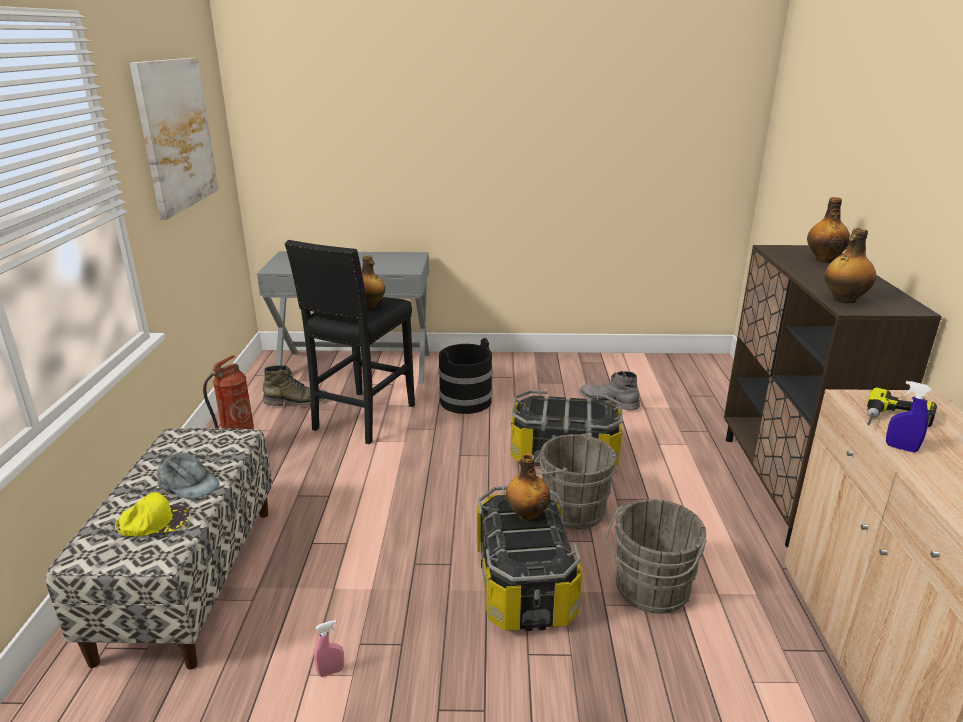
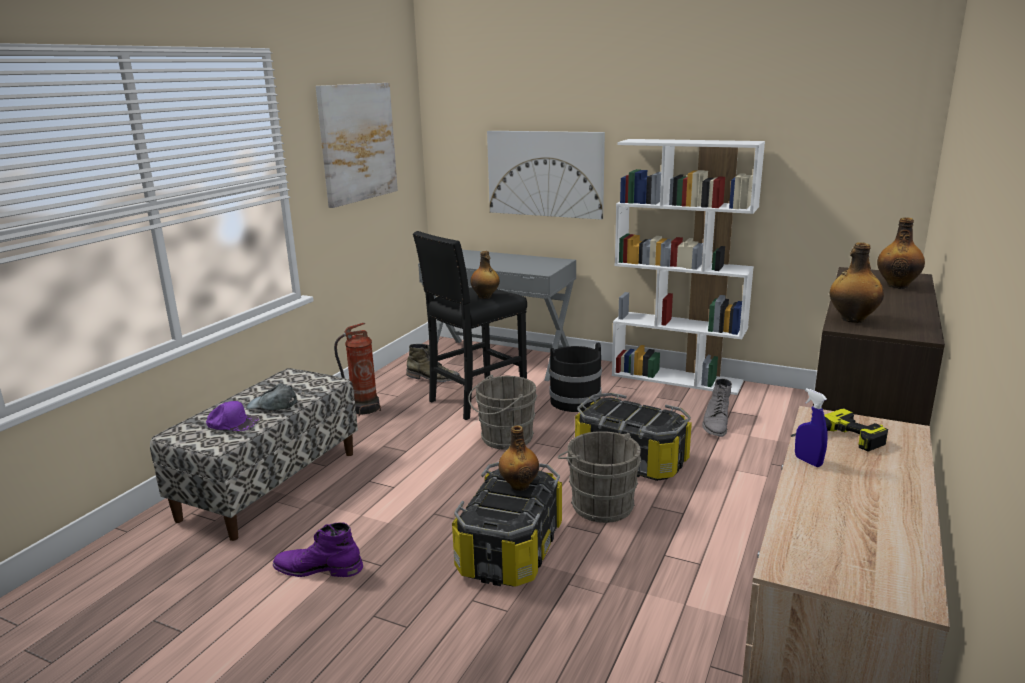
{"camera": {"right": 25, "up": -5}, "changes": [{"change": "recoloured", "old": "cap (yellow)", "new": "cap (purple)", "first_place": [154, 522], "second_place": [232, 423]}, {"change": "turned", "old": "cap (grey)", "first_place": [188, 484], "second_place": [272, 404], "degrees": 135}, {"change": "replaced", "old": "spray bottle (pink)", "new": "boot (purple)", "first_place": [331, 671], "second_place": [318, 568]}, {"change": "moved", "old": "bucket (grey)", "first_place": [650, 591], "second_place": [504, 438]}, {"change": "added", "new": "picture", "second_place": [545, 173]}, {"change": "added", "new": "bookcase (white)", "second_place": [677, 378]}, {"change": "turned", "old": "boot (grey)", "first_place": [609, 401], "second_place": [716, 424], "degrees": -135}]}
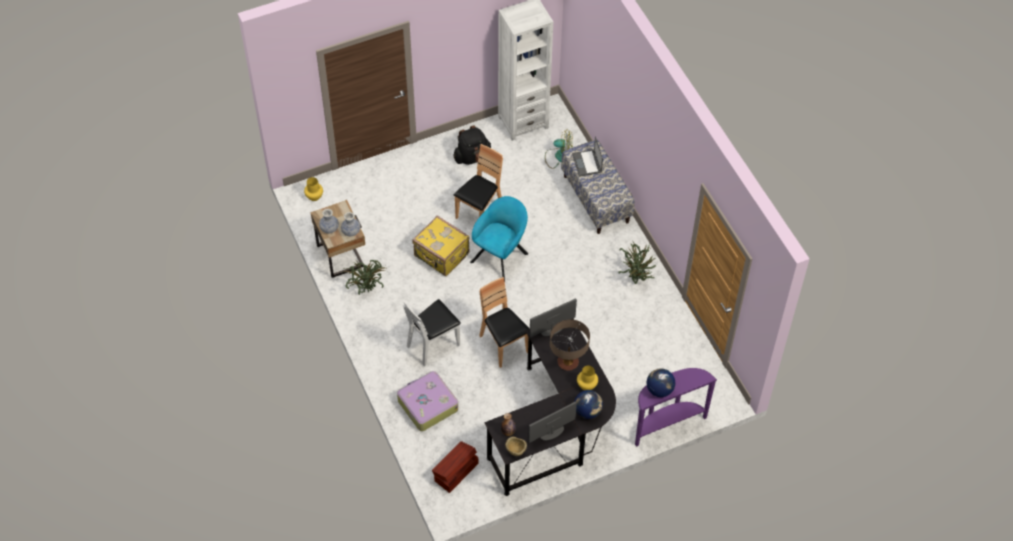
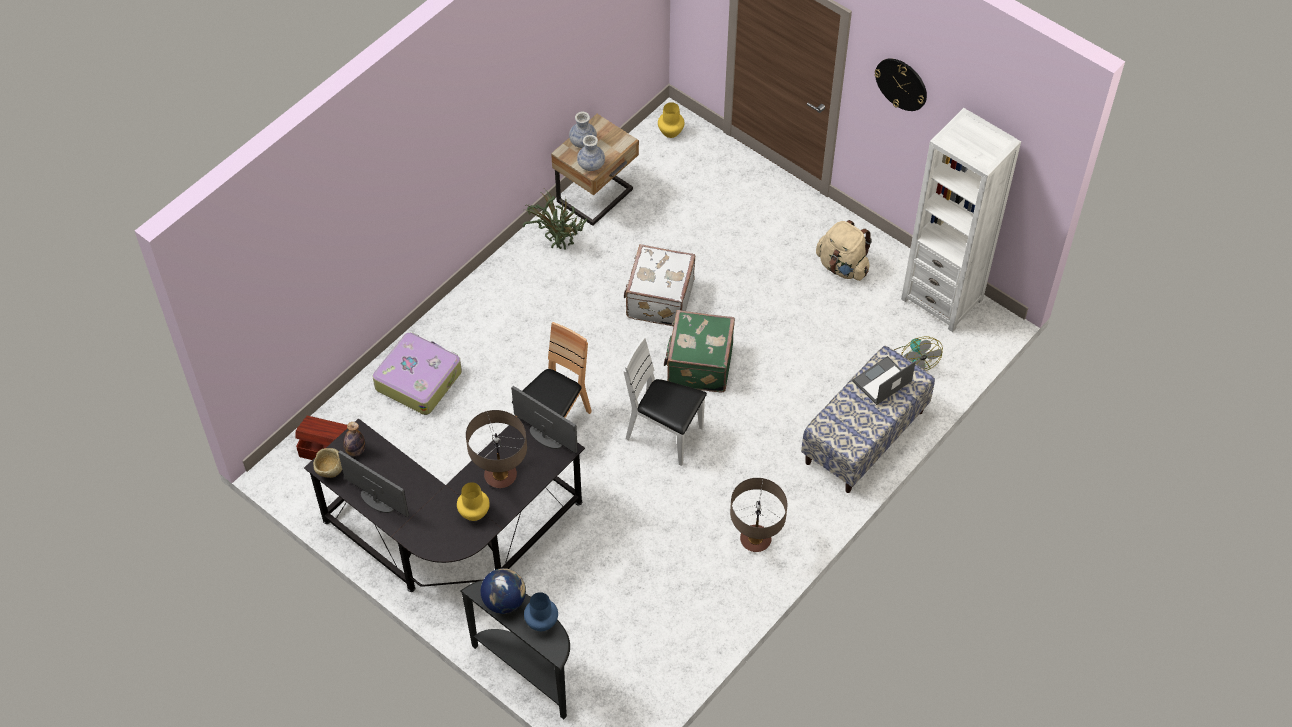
{"camera": {"right": 65, "up": 0}, "changes": [{"change": "recoloured", "old": "console table (purple)", "new": "console table (black)", "first_place": [666, 423], "second_place": [528, 670]}, {"change": "added", "new": "vase (blue)", "second_place": [542, 622]}, {"change": "moved", "old": "chair (white)", "first_place": [433, 344], "second_place": [664, 435]}, {"change": "recoloured", "old": "suitcase (yellow)", "new": "suitcase (white)", "first_place": [441, 256], "second_place": [658, 299]}, {"change": "replaced", "old": "armchair (turquoise)", "new": "suitcase (green)", "first_place": [501, 255], "second_place": [698, 365]}, {"change": "replaced", "old": "potted plant", "new": "table lamp", "first_place": [636, 278], "second_place": [755, 540]}, {"change": "recoloured", "old": "backpack (black)", "new": "backpack (beige)", "first_place": [472, 157], "second_place": [842, 266]}, {"change": "added", "new": "wall clock", "second_place": [901, 84]}, {"change": "removed", "old": "chair (brown)", "first_place": [479, 212]}, {"change": "removed", "old": "globe", "first_place": [587, 411]}]}
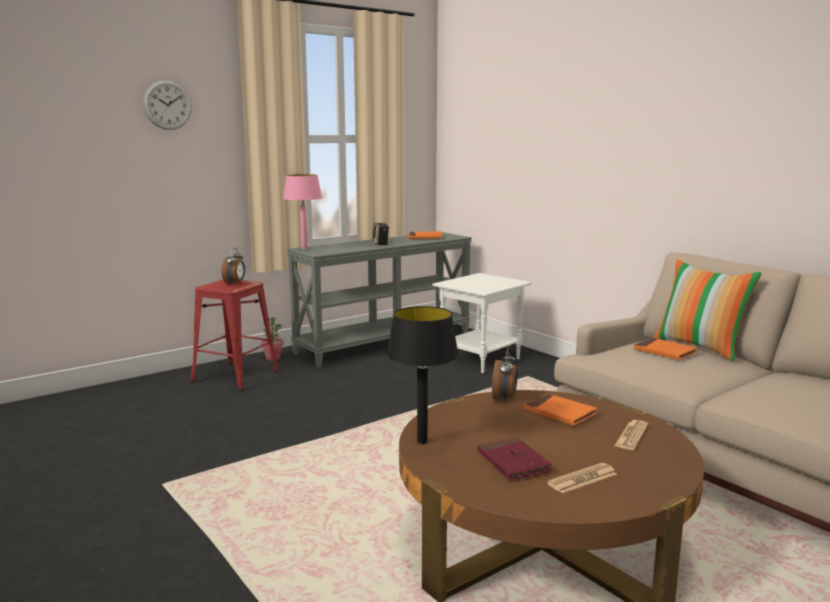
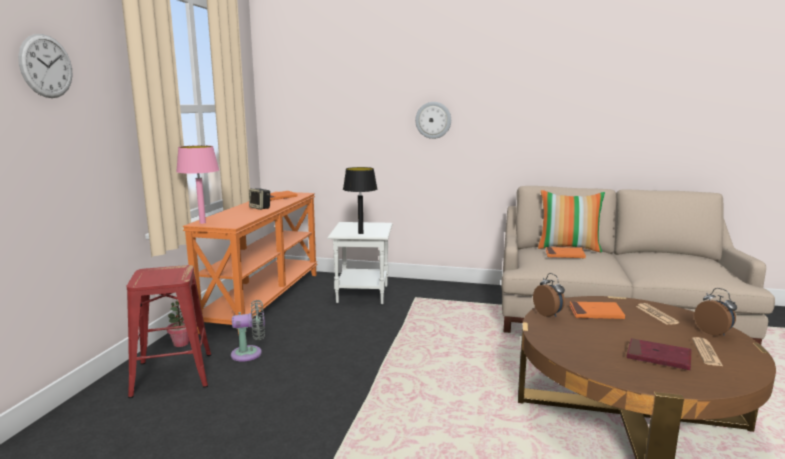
{"camera": {"right": -40, "up": 0}, "changes": [{"change": "recoloured", "old": "console table (grey)", "new": "console table (orange)", "first_place": [384, 342], "second_place": [263, 300]}, {"change": "added", "new": "fan (grey)", "second_place": [250, 353]}, {"change": "moved", "old": "table lamp (black)", "first_place": [422, 441], "second_place": [361, 233]}, {"change": "added", "new": "wall clock", "second_place": [433, 120]}, {"change": "moved", "old": "alarm clock", "first_place": [235, 283], "second_place": [714, 332]}]}
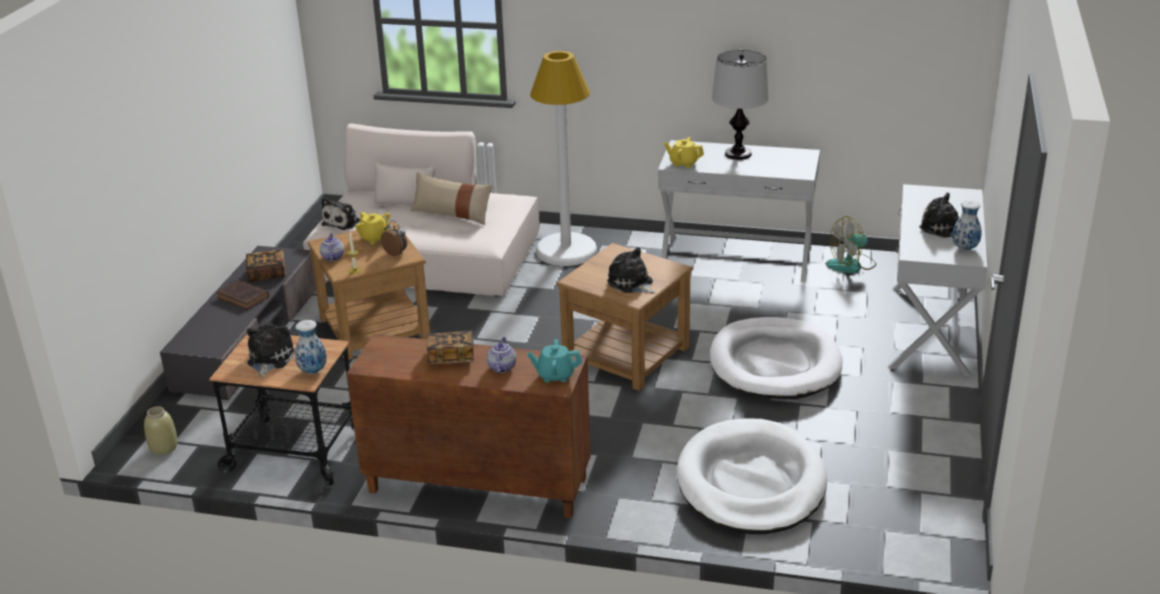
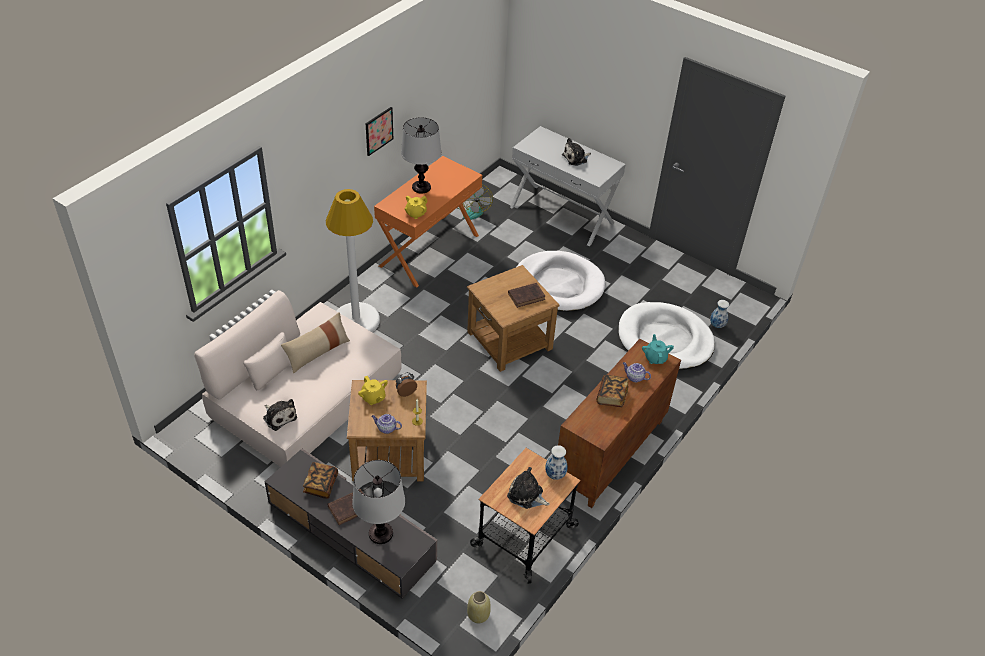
{"camera": {"right": -70, "up": 15}, "changes": [{"change": "added", "new": "table lamp", "second_place": [381, 533]}, {"change": "turned", "old": "teapot (yellow)", "first_place": [374, 238], "second_place": [373, 398], "degrees": 75}, {"change": "added", "new": "picture", "second_place": [379, 131]}, {"change": "recoloured", "old": "console table (white)", "new": "console table (orange)", "first_place": [736, 258], "second_place": [429, 250]}, {"change": "replaced", "old": "plush toy", "new": "book (brown)", "first_place": [631, 284], "second_place": [527, 296]}, {"change": "turned", "old": "teapot (turquoise)", "first_place": [555, 375], "second_place": [655, 358], "degrees": 150}, {"change": "moved", "old": "vase", "first_place": [965, 248], "second_place": [717, 325]}]}
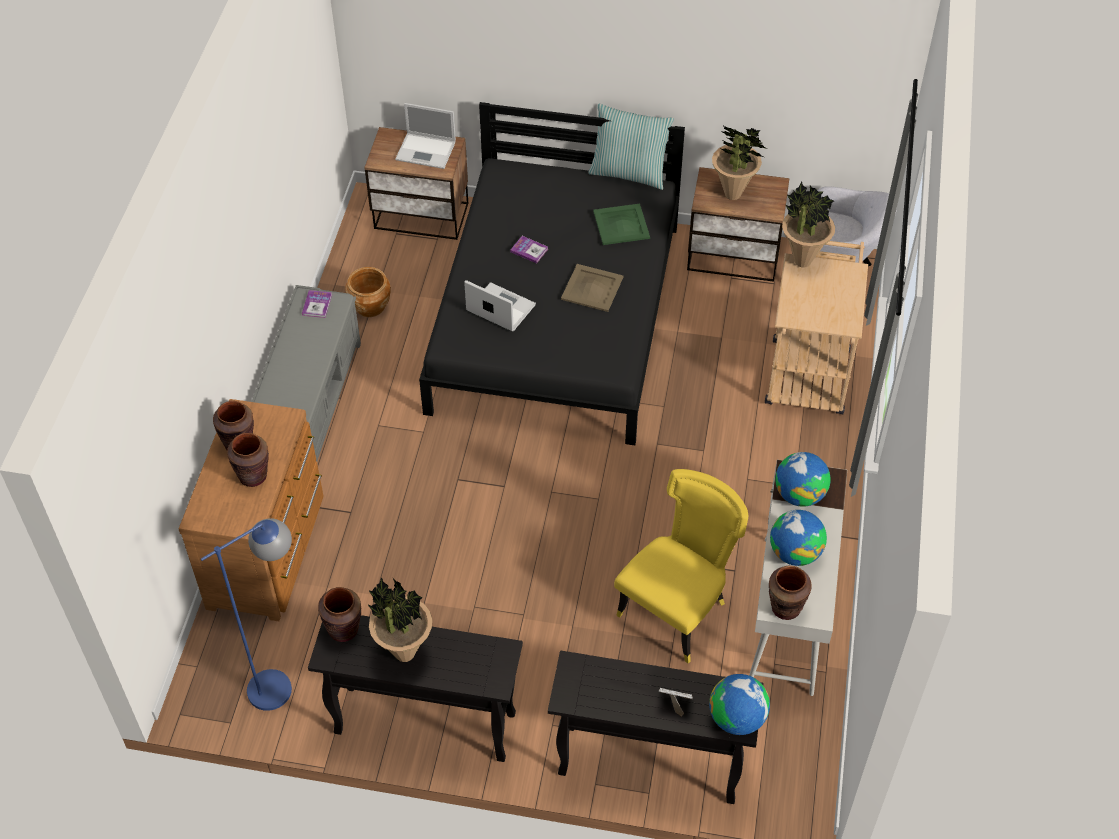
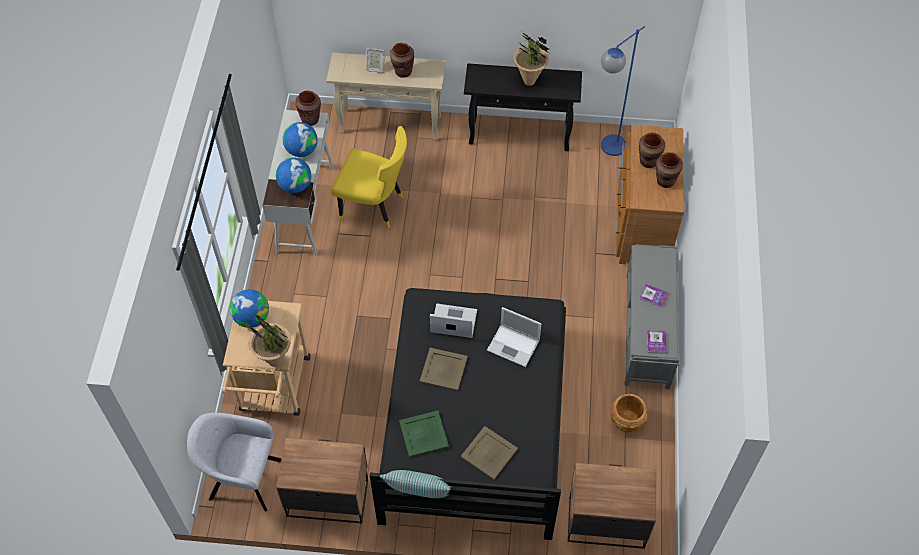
{"camera": {"right": 175, "up": 5}, "changes": [{"change": "moved", "old": "globe", "first_place": [737, 718], "second_place": [252, 318]}, {"change": "recoloured", "old": "console table (black)", "new": "console table (beige)", "first_place": [648, 764], "second_place": [391, 124]}, {"change": "turned", "old": "chair (yellow)", "first_place": [677, 610], "second_place": [375, 206], "degrees": -105}, {"change": "moved", "old": "vase (brown)", "first_place": [344, 630], "second_place": [403, 71]}, {"change": "moved", "old": "laptop", "first_place": [427, 151], "second_place": [452, 321]}, {"change": "added", "new": "tray (beige)", "second_place": [489, 452]}, {"change": "moved", "old": "book", "first_place": [529, 250], "second_place": [653, 296]}, {"change": "removed", "old": "potted plant", "first_place": [733, 194]}]}
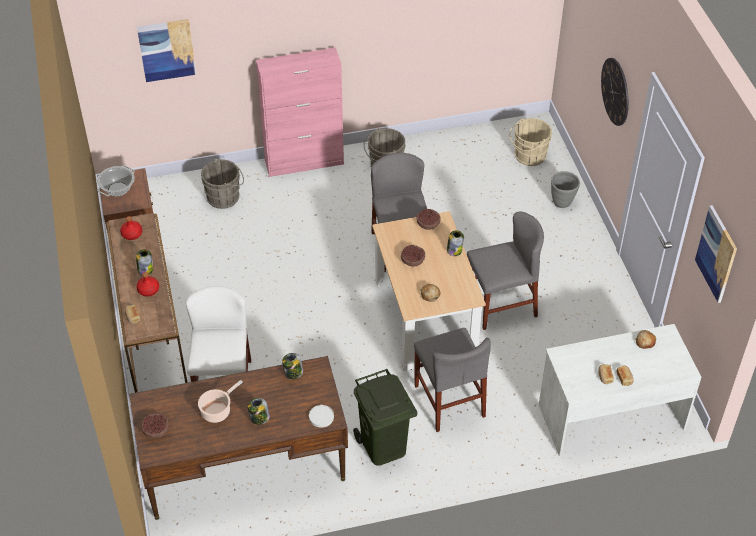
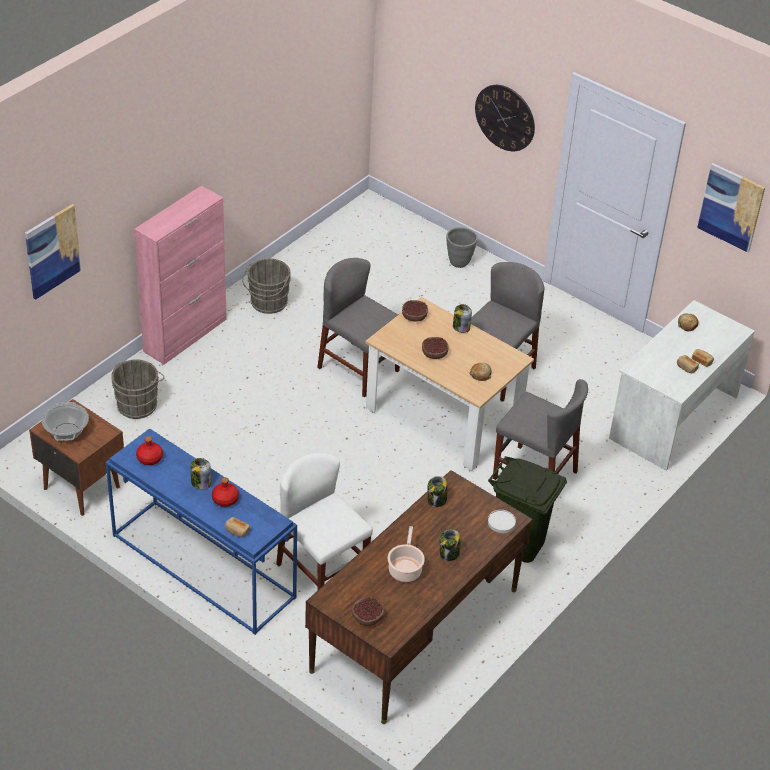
{"camera": {"right": -40, "up": -5}, "changes": [{"change": "recoloured", "old": "console table (brown)", "new": "console table (blue)", "first_place": [151, 334], "second_place": [201, 566]}, {"change": "removed", "old": "bucket (beige)", "first_place": [528, 156]}]}
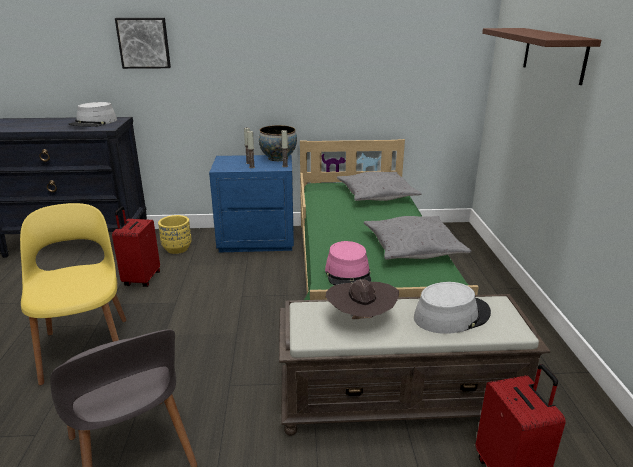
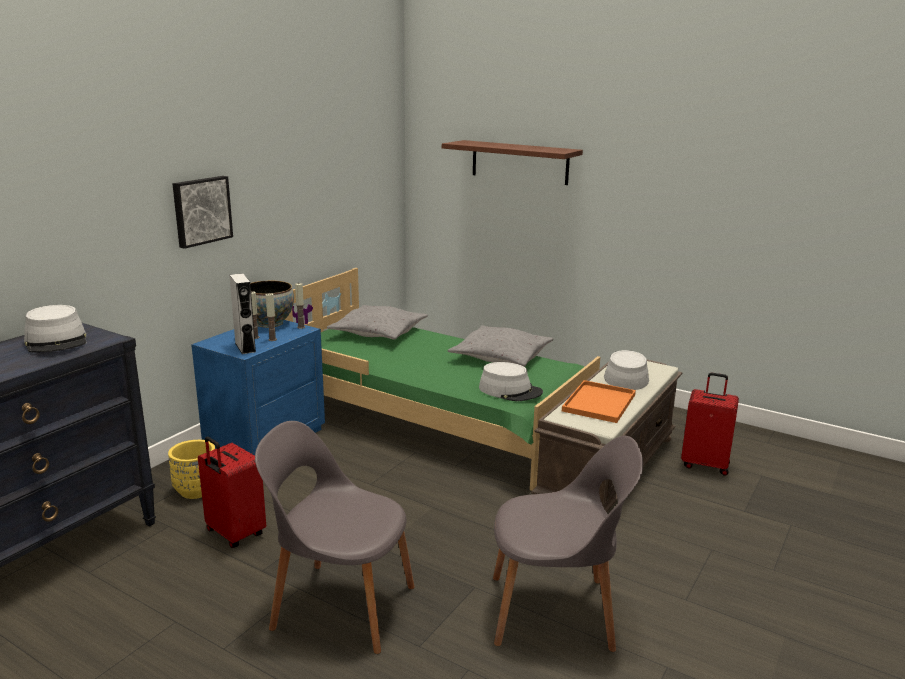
{"camera": {"right": -55, "up": -5}, "changes": [{"change": "moved", "old": "picture", "first_place": [144, 43], "second_place": [201, 211]}, {"change": "added", "new": "speaker (grey)", "second_place": [245, 347]}, {"change": "recoloured", "old": "chair (yellow)", "new": "chair (grey)", "first_place": [86, 347], "second_place": [340, 605]}, {"change": "recoloured", "old": "hat (pink)", "new": "hat (grey)", "first_place": [348, 273], "second_place": [510, 390]}, {"change": "replaced", "old": "hat (brown)", "new": "tray (orange)", "first_place": [361, 319], "second_place": [599, 403]}]}
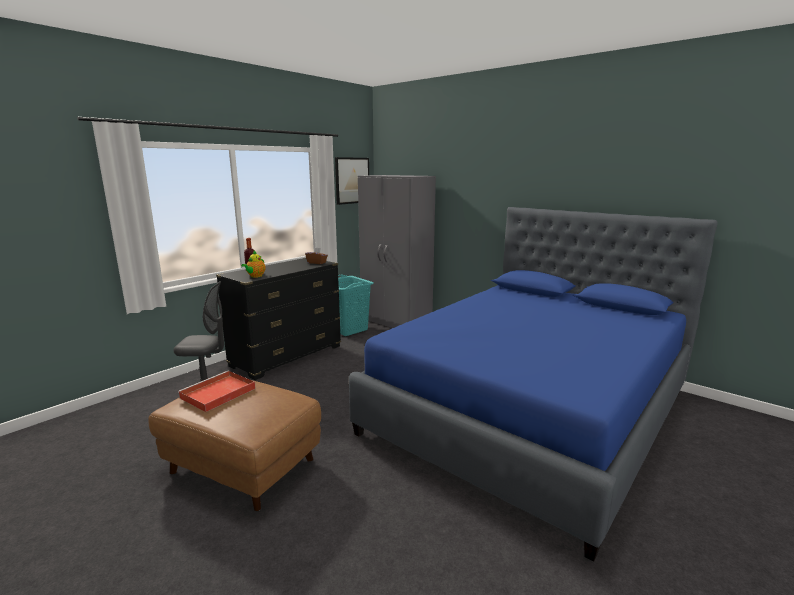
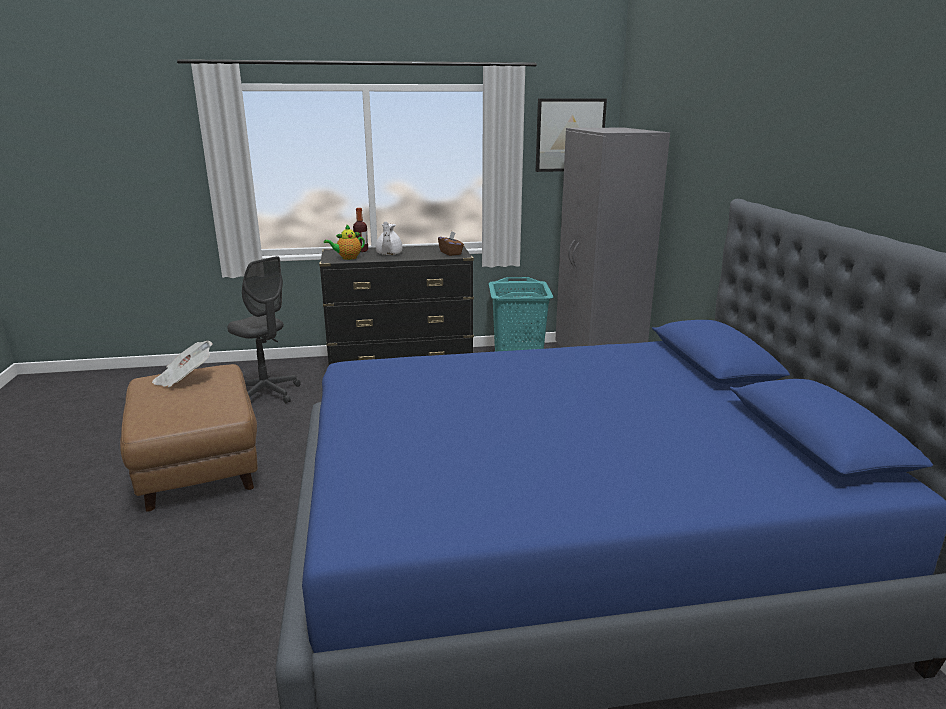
{"camera": {"right": 40, "up": 5}, "changes": [{"change": "replaced", "old": "tray (red)", "new": "newspaper", "first_place": [217, 394], "second_place": [185, 379]}, {"change": "added", "new": "teapot (white)", "second_place": [388, 254]}]}
